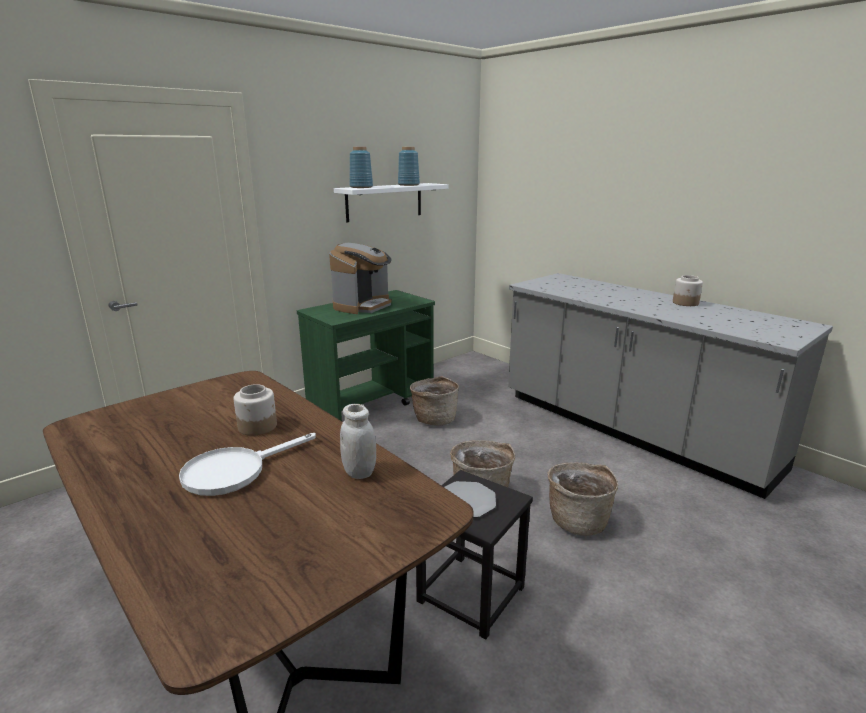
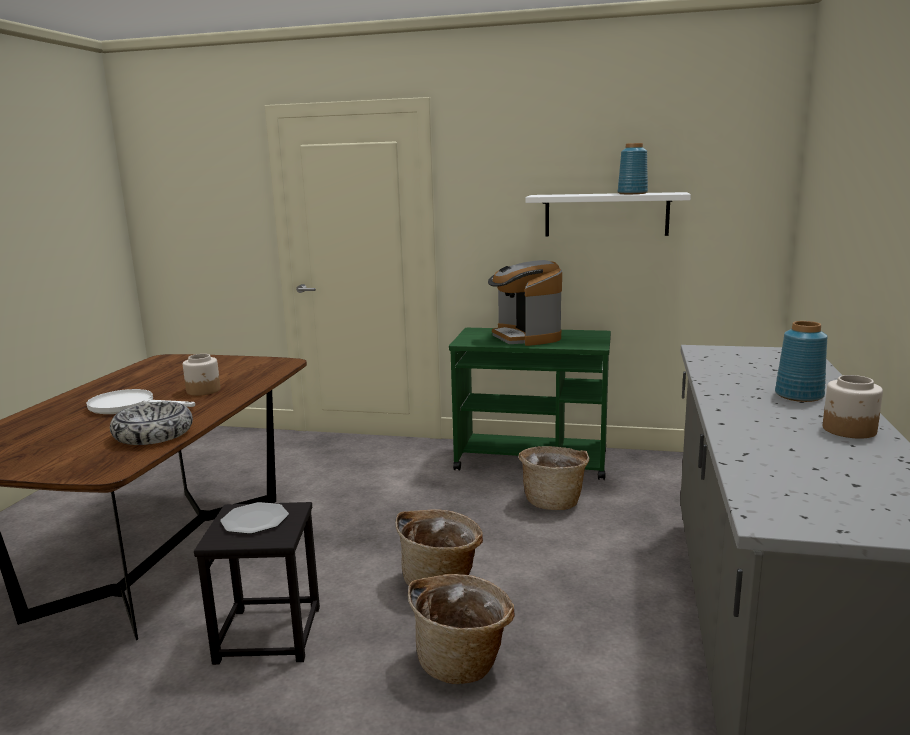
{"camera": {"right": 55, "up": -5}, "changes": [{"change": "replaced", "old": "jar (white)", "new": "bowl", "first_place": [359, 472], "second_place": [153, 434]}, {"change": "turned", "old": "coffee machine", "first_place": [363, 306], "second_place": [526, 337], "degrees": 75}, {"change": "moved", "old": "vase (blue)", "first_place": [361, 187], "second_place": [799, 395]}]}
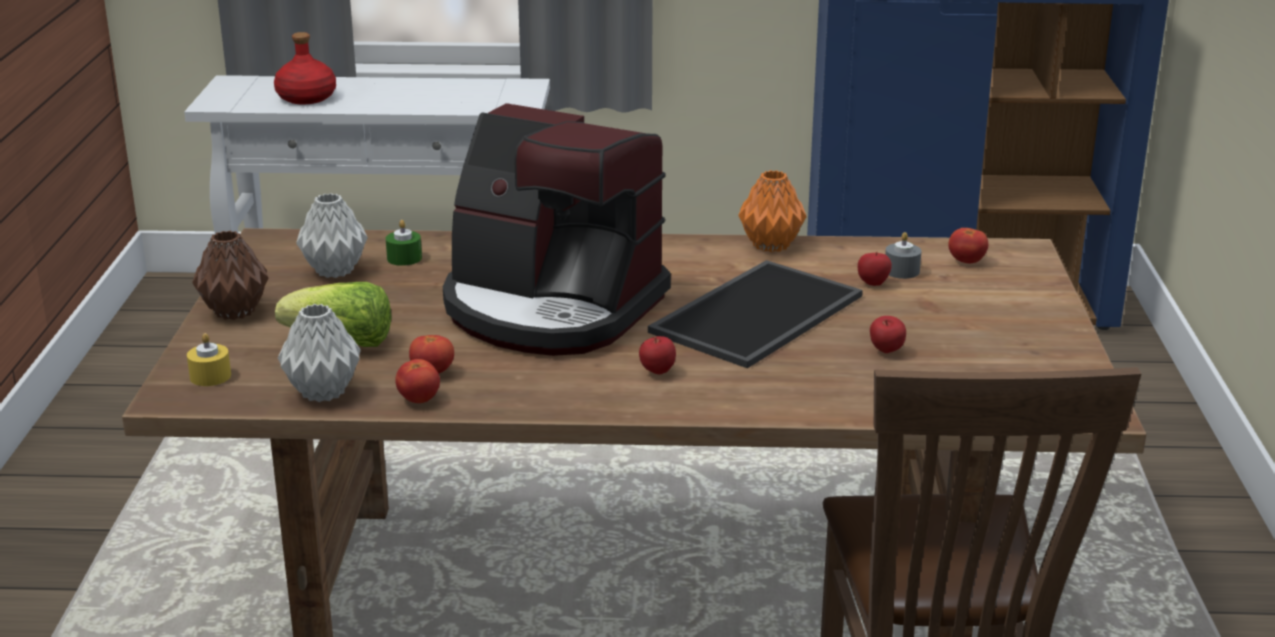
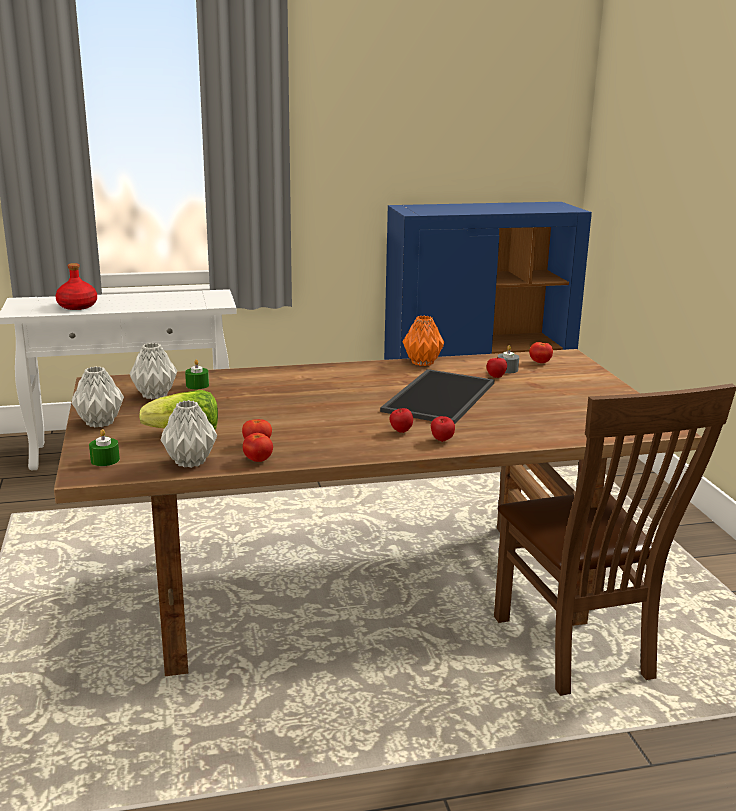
{"camera": {"right": -15, "up": -5}, "changes": [{"change": "recoloured", "old": "vase (brown)", "new": "vase (grey)", "first_place": [235, 312], "second_place": [100, 423]}, {"change": "recoloured", "old": "candle (yellow)", "new": "candle (green)", "first_place": [210, 376], "second_place": [105, 460]}, {"change": "moved", "old": "apple", "first_place": [886, 352], "second_place": [442, 441]}, {"change": "removed", "old": "coffee machine", "first_place": [551, 308]}]}
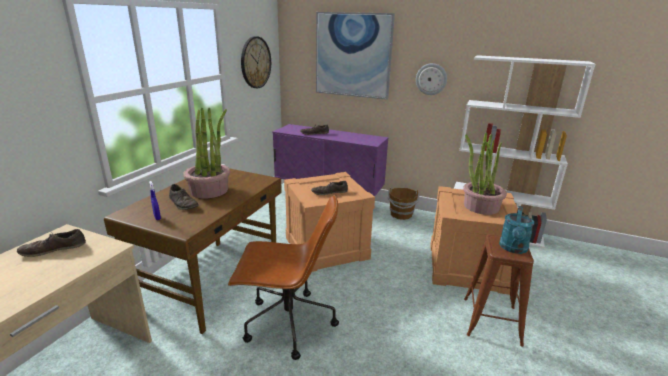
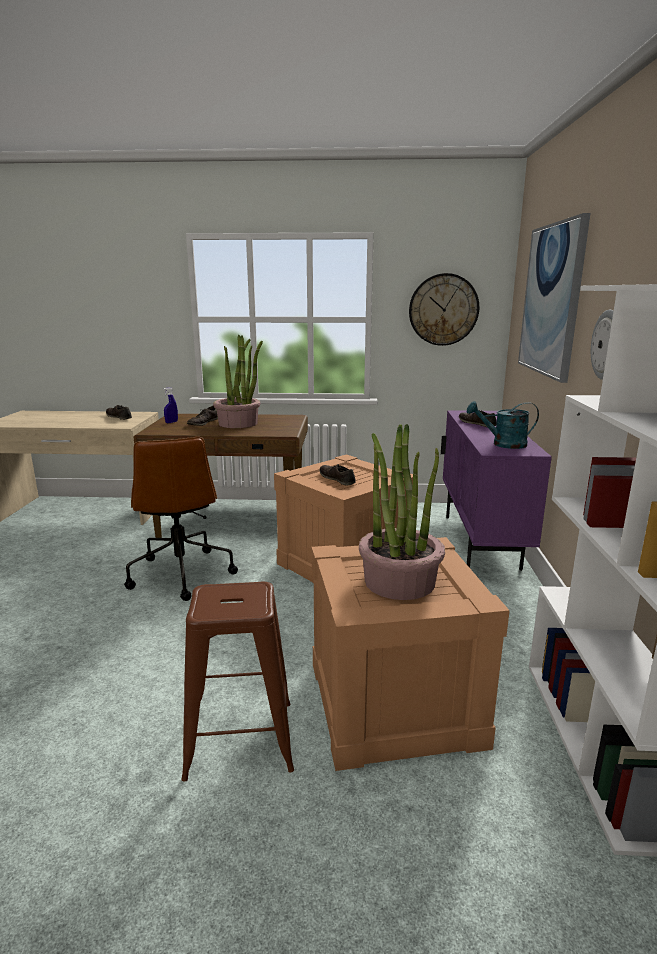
{"camera": {"right": 70, "up": -5}, "changes": [{"change": "moved", "old": "watering can (turquoise)", "first_place": [513, 249], "second_place": [503, 444]}, {"change": "removed", "old": "bucket (brown)", "first_place": [401, 215]}]}
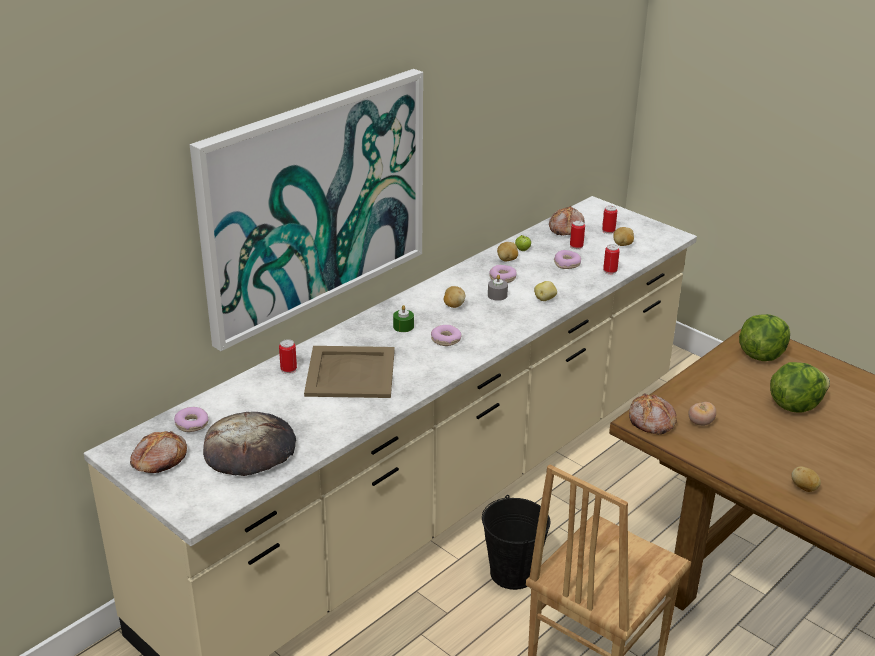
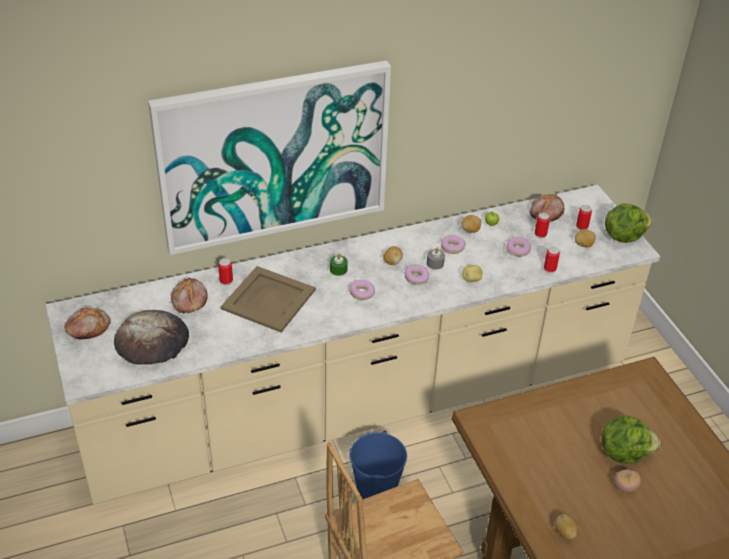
{"camera": {"right": 25, "up": 10}, "changes": [{"change": "moved", "old": "bread", "first_place": [650, 421], "second_place": [189, 301]}, {"change": "recoloured", "old": "bucket (black)", "new": "bucket (blue)", "first_place": [513, 572], "second_place": [376, 491]}, {"change": "moved", "old": "donut", "first_place": [192, 424], "second_place": [416, 278]}, {"change": "moved", "old": "lettuce", "first_place": [761, 354], "second_place": [623, 236]}, {"change": "moved", "old": "tomato", "first_place": [700, 423], "second_place": [625, 487]}]}
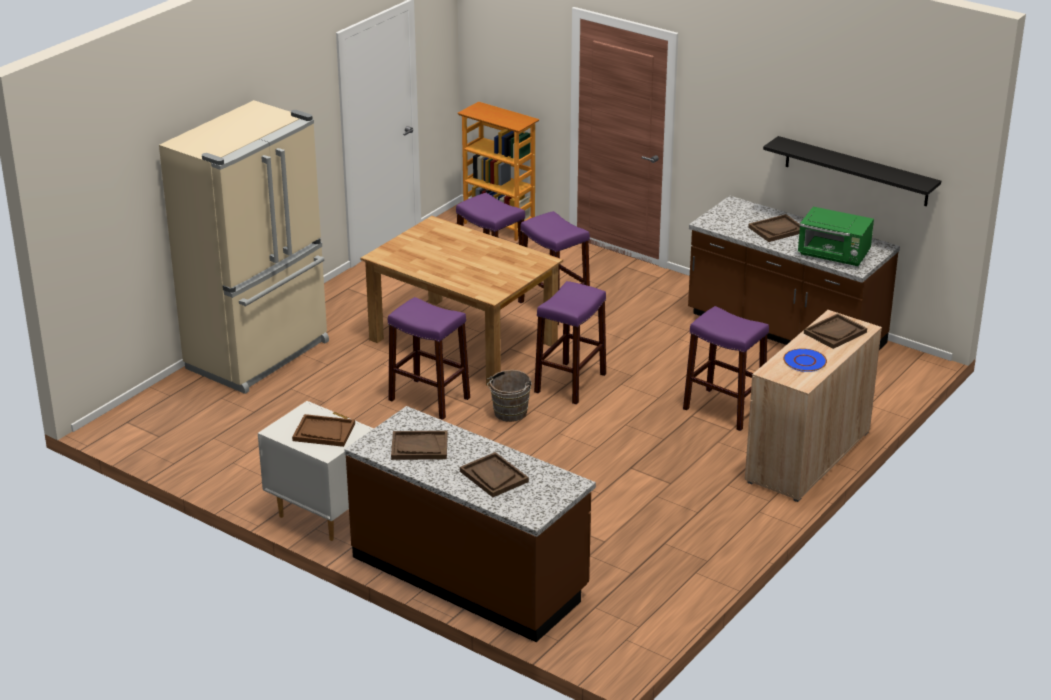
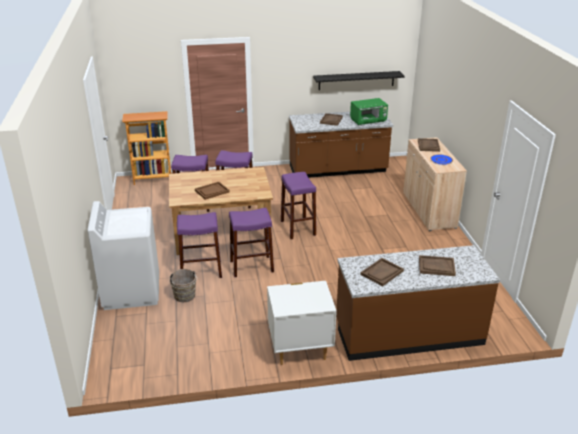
{"camera": {"right": -45, "up": 0}, "changes": [{"change": "replaced", "old": "fridge (beige)", "new": "washing machine (white)", "first_place": [260, 355], "second_place": [131, 291]}, {"change": "moved", "old": "bucket (brown)", "first_place": [509, 414], "second_place": [185, 297]}, {"change": "moved", "old": "stool (purple)", "first_place": [724, 409], "second_place": [201, 271]}, {"change": "moved", "old": "tray (brown)", "first_place": [323, 432], "second_place": [212, 191]}]}
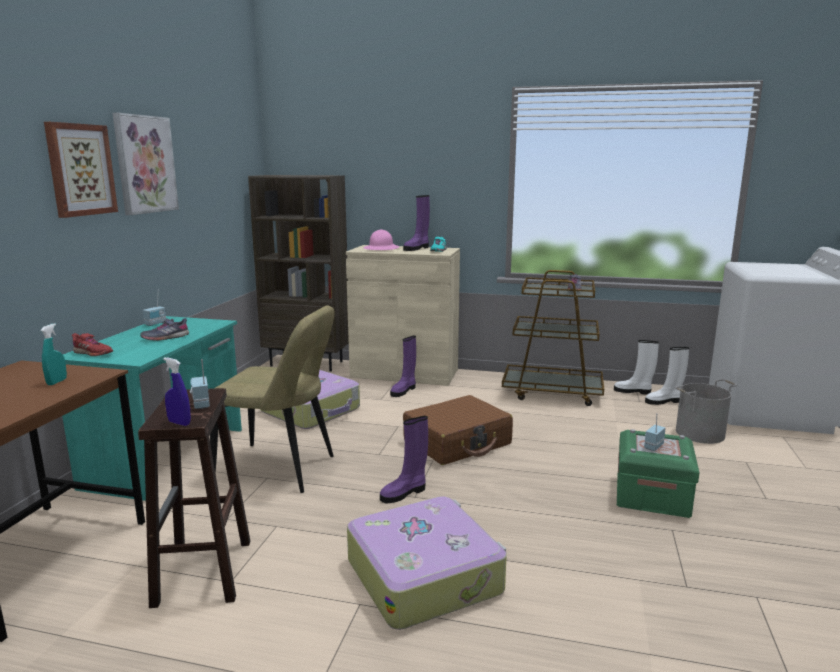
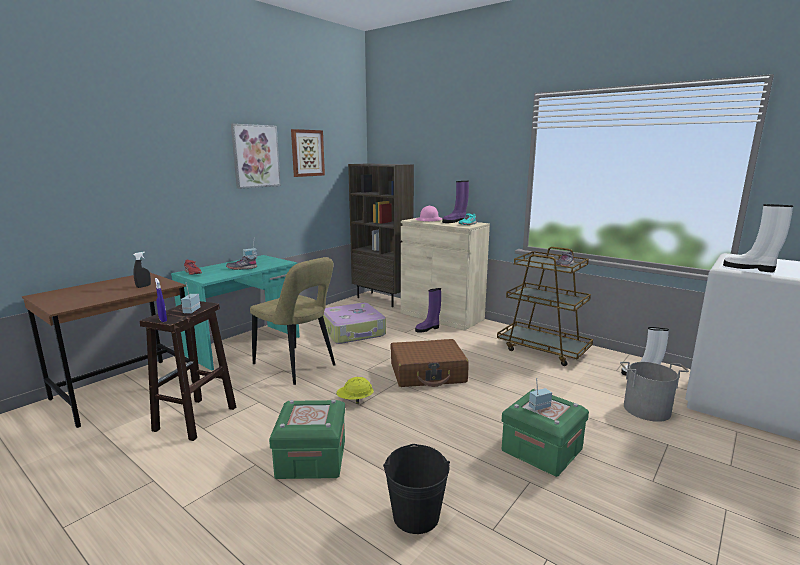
{"camera": {"right": 25, "up": 0}, "changes": [{"change": "recoloured", "old": "spray bottle (turquoise)", "new": "spray bottle (black)", "first_place": [57, 382], "second_place": [143, 286]}, {"change": "replaced", "old": "suitcase", "new": "storage box (green)", "first_place": [425, 575], "second_place": [311, 459]}, {"change": "moved", "old": "picture", "first_place": [80, 170], "second_place": [307, 153]}, {"change": "replaced", "old": "boot (purple)", "new": "hard hat (yellow)", "first_place": [404, 493], "second_place": [355, 400]}, {"change": "added", "new": "bucket (black)", "second_place": [416, 515]}, {"change": "moved", "old": "boot (white)", "first_place": [633, 391], "second_place": [750, 268]}]}
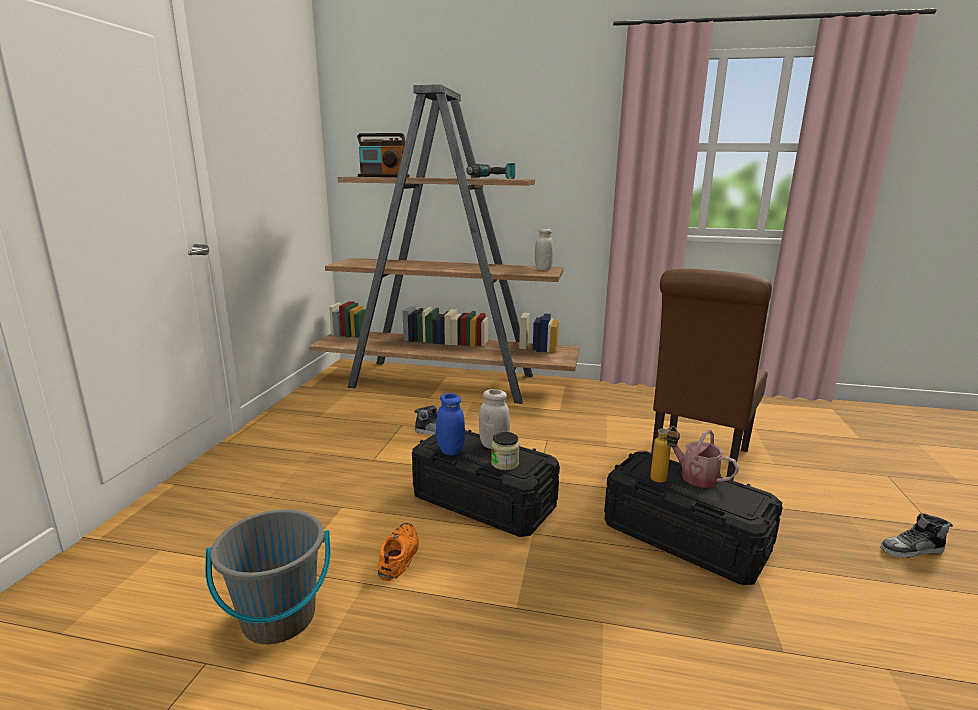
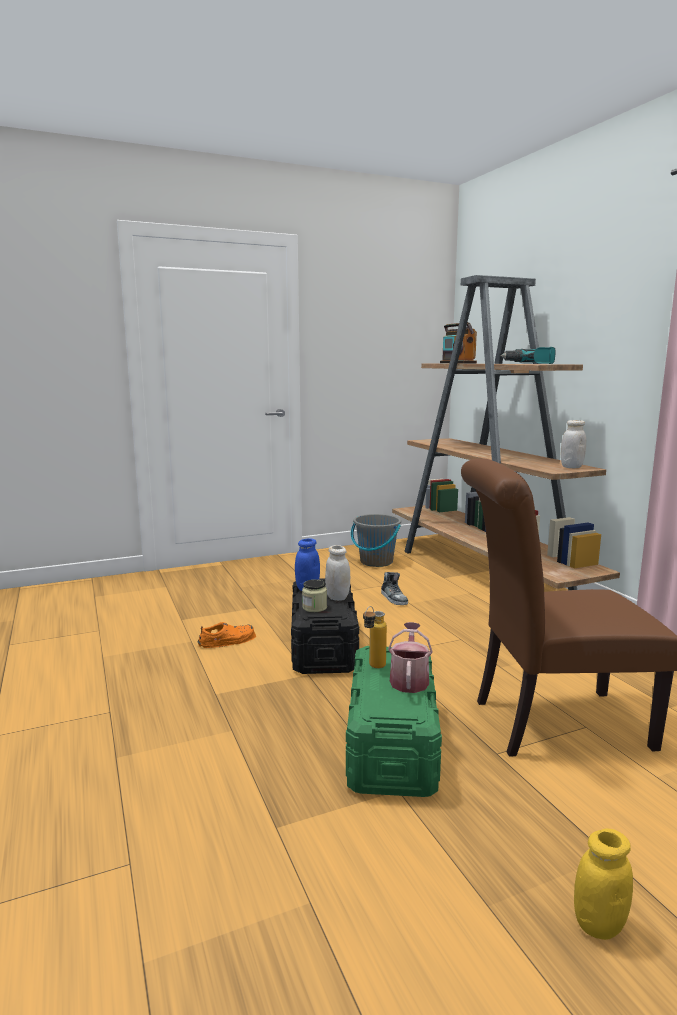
{"camera": {"right": 55, "up": -5}, "changes": [{"change": "recoloured", "old": "storage box (black)", "new": "storage box (green)", "first_place": [684, 537], "second_place": [392, 743]}, {"change": "moved", "old": "bucket (grey)", "first_place": [279, 618], "second_place": [376, 562]}, {"change": "replaced", "old": "shoe", "new": "jar (yellow)", "first_place": [911, 550], "second_place": [598, 924]}]}
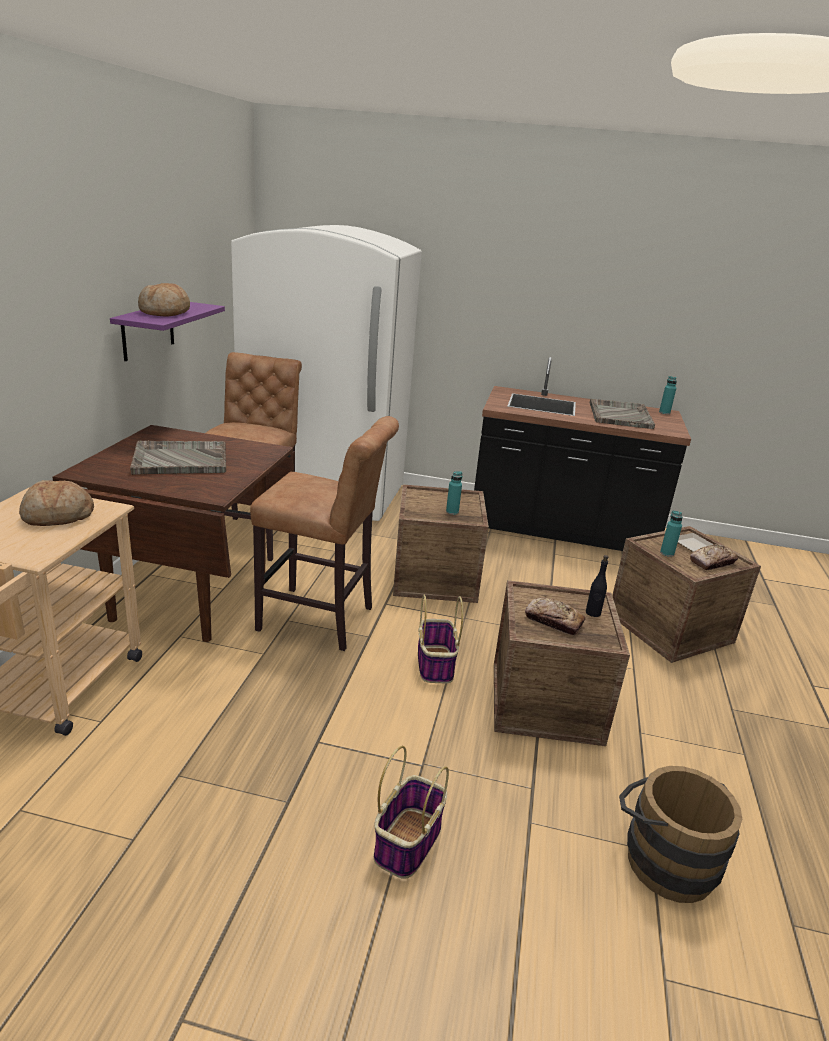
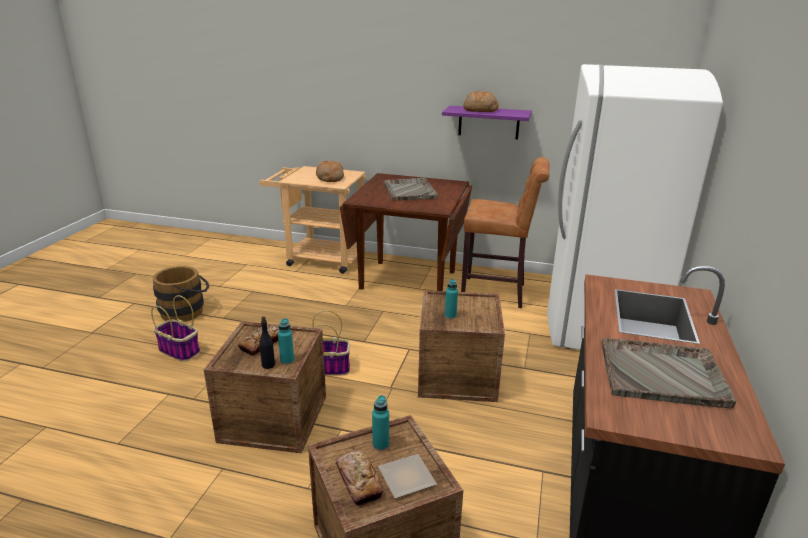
{"camera": {"right": 95, "up": 0}, "changes": [{"change": "moved", "old": "bucket (brown)", "first_place": [663, 857], "second_place": [186, 311]}, {"change": "moved", "old": "bottle (turquoise)", "first_place": [664, 412], "second_place": [287, 360]}, {"change": "removed", "old": "stool (brown)", "first_place": [322, 620]}]}
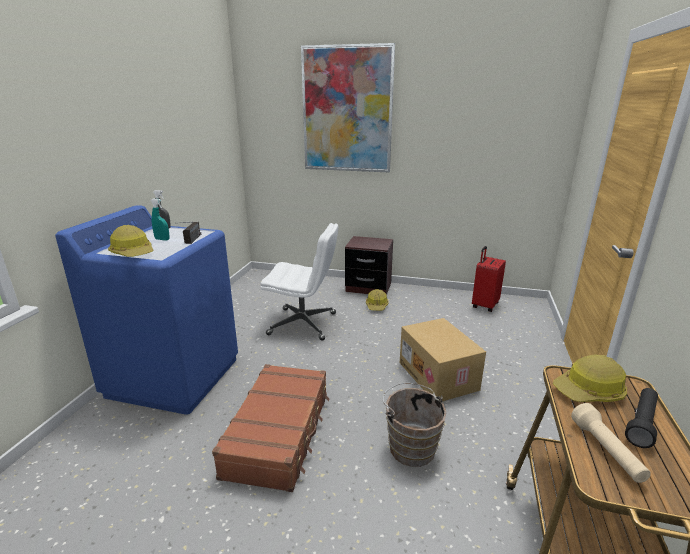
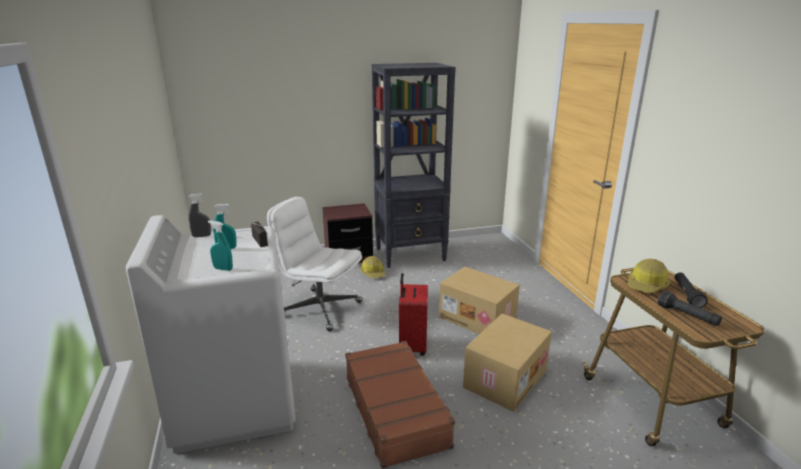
{"camera": {"right": -30, "up": 0}, "changes": [{"change": "recoloured", "old": "washing machine (blue)", "new": "washing machine (white)", "first_place": [174, 376], "second_place": [235, 402]}, {"change": "replaced", "old": "hard hat", "new": "spray bottle (turquoise)", "first_place": [133, 253], "second_place": [223, 269]}, {"change": "turned", "old": "office chair (white)", "first_place": [303, 324], "second_place": [320, 309], "degrees": -135}, {"change": "added", "new": "bookcase (black)", "second_place": [411, 254]}, {"change": "moved", "old": "suitcase (red)", "first_place": [484, 305], "second_place": [411, 346]}, {"change": "replaced", "old": "bucket (brown)", "new": "cardboard box", "first_place": [410, 445], "second_place": [504, 378]}, {"change": "recoloured", "old": "flashlight (beige)", "new": "flashlight (black)", "first_place": [606, 451], "second_place": [687, 316]}, {"change": "removed", "old": "picture", "first_place": [347, 110]}]}
